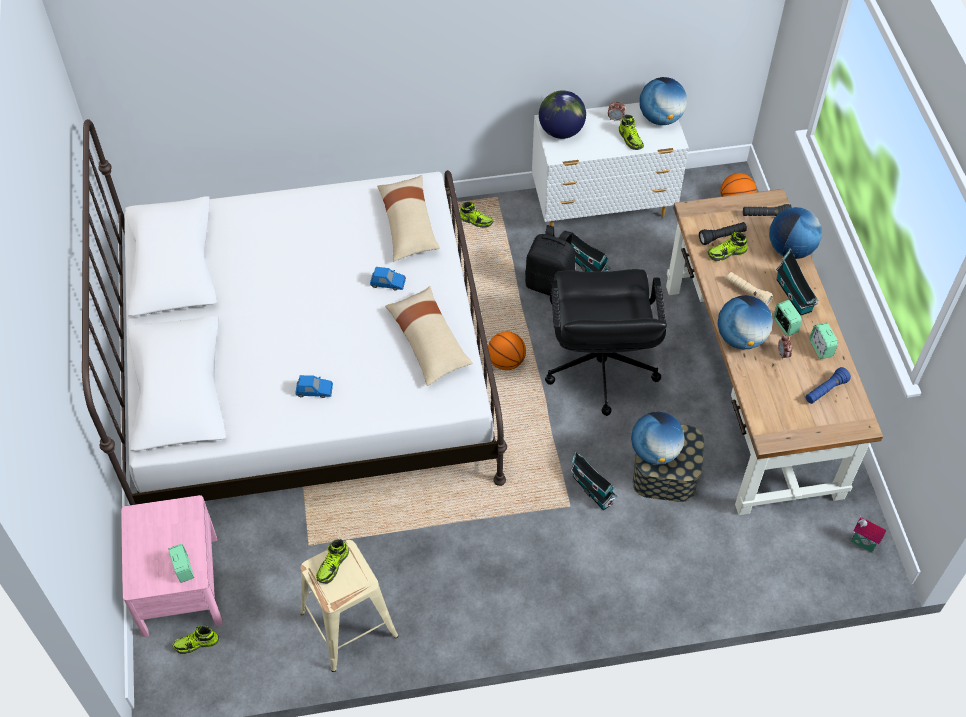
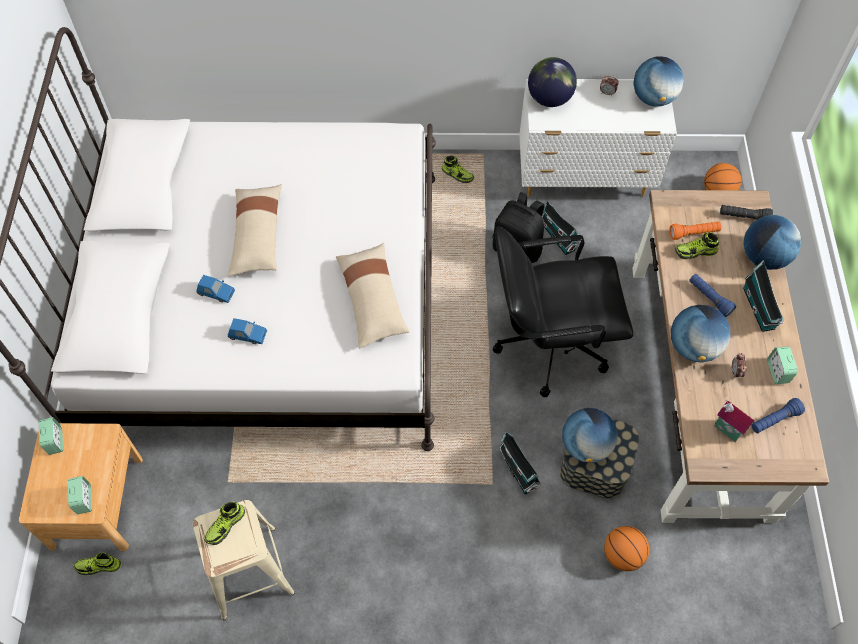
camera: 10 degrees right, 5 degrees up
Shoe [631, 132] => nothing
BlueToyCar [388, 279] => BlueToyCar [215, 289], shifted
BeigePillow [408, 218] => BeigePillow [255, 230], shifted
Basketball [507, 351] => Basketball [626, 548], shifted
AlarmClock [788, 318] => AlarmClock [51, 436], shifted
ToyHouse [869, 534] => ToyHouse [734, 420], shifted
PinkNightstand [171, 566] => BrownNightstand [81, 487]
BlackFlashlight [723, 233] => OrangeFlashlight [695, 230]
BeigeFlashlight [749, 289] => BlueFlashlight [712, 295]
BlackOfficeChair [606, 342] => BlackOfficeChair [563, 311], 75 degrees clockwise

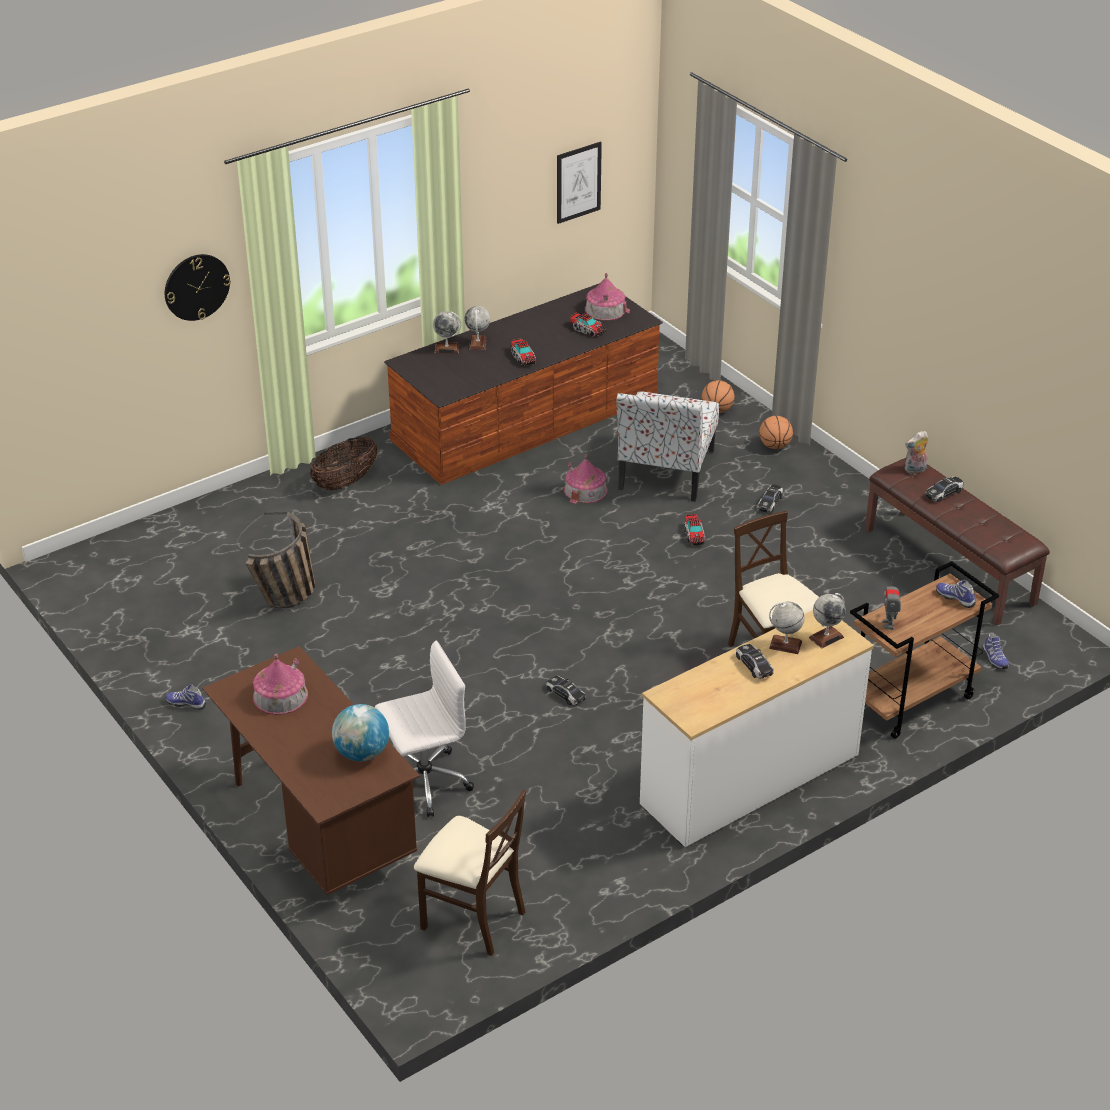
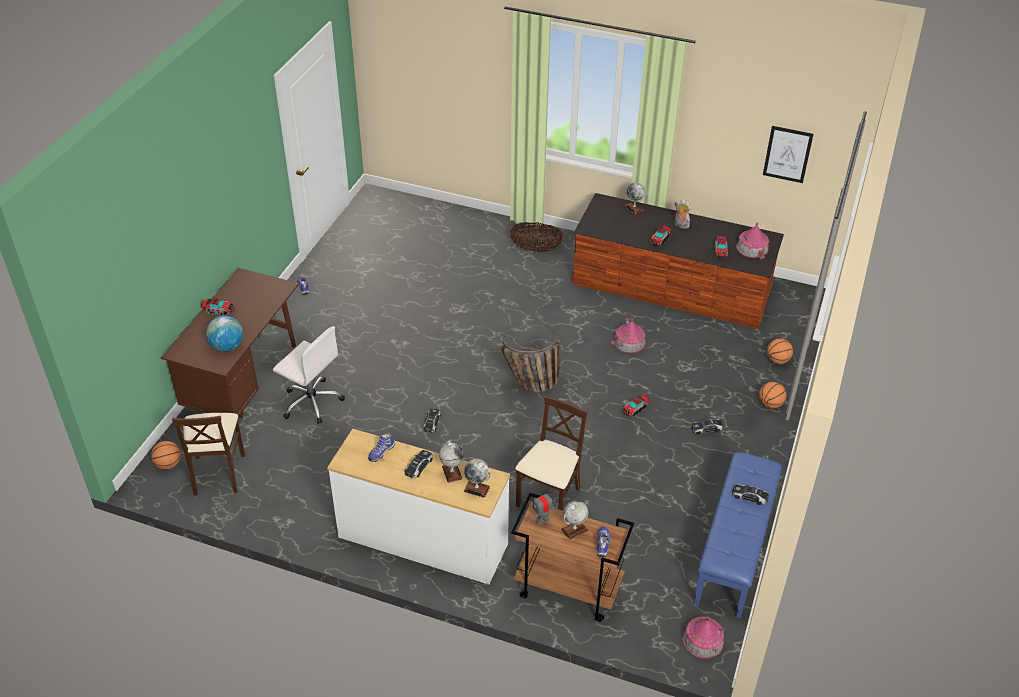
camera: 55 degrees right, 5 degrees up
WallClock [198, 287] => nothing
Chair [667, 446] => nothing
nothing => Basketball [166, 455]
nothing => ToyTruck [217, 306]
Basket [276, 560] => Basket [529, 358], shifted
ToyHouse [280, 684] => ToyHouse [703, 638], shifted
Globe [477, 328] => Globe [574, 520], shifted
PlushToy [916, 452] => PlushToy [682, 214], shifted
Shoe [996, 651] => Shoe [381, 447], shifted
BrownBench [957, 542] => BlueBench [737, 535]

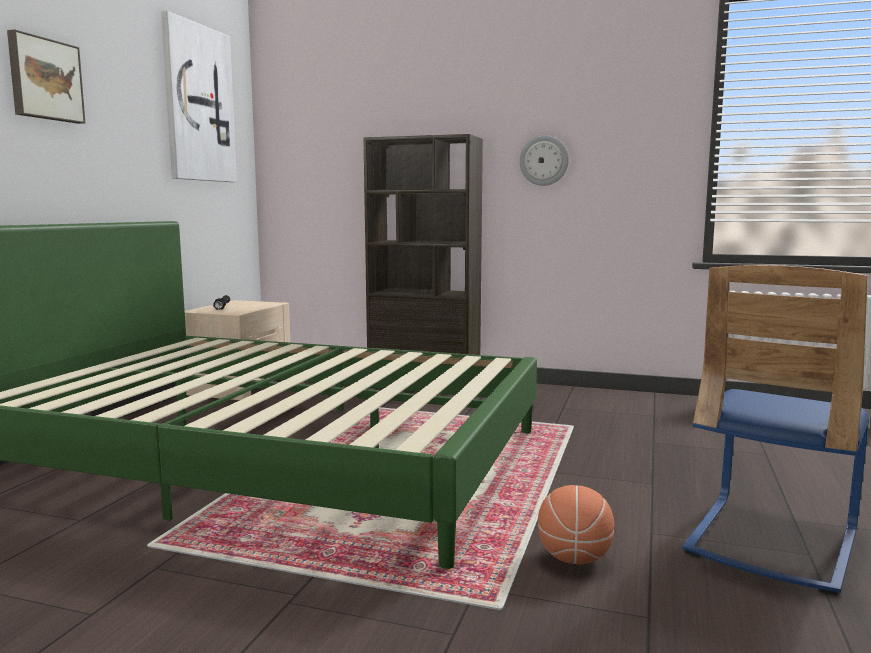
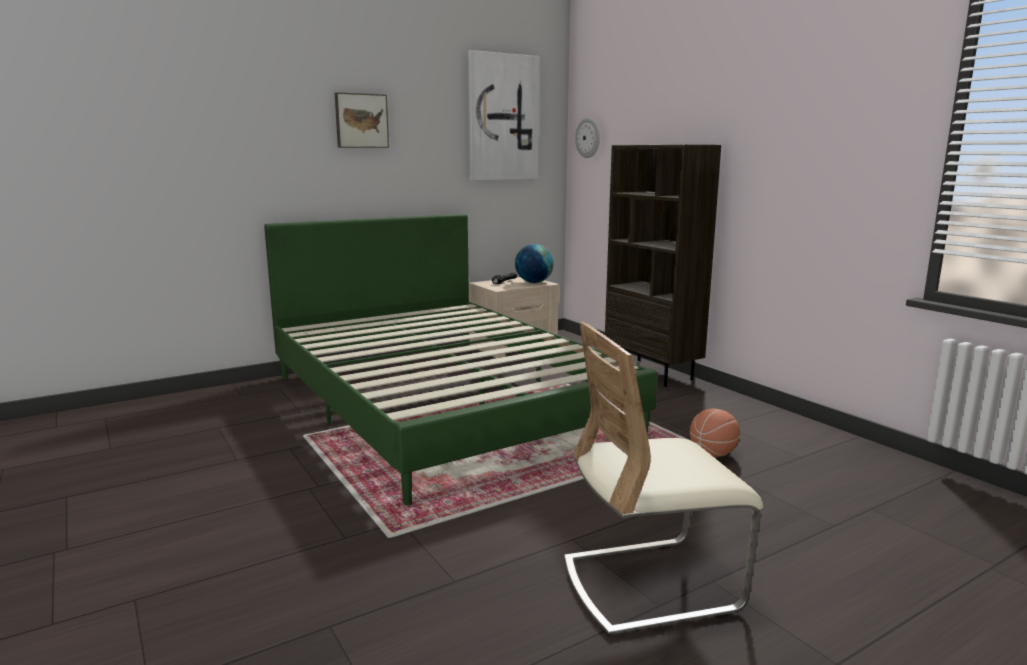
camera: 40 degrees right, 5 degrees up
nothing => Globe [534, 263]
WallClock [544, 160] => WallClock [587, 138], shifted
Basketball [576, 525] => Basketball [715, 433], shifted
BlueChair [775, 430] => BeigeChair [663, 479]

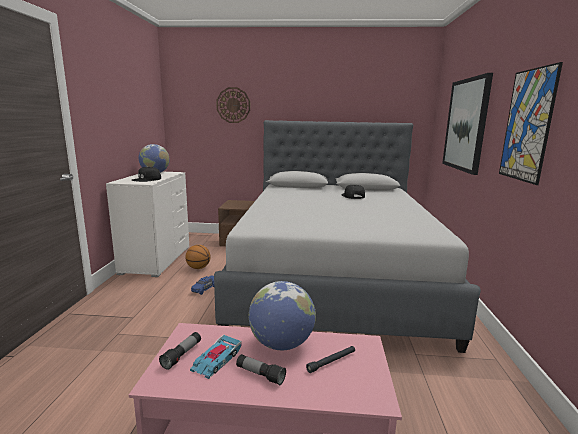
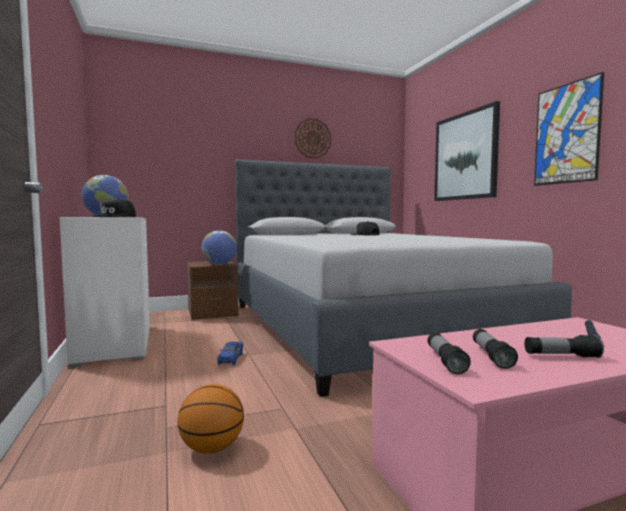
camera: 25 degrees left, 10 degrees down
Basketball [198, 257] => Basketball [210, 419], shifted
WallClock [233, 105] => WallClock [312, 138], shifted
Globe [282, 315] => Globe [219, 247], shifted
ToyCar [216, 357] => Flashlight [495, 349]

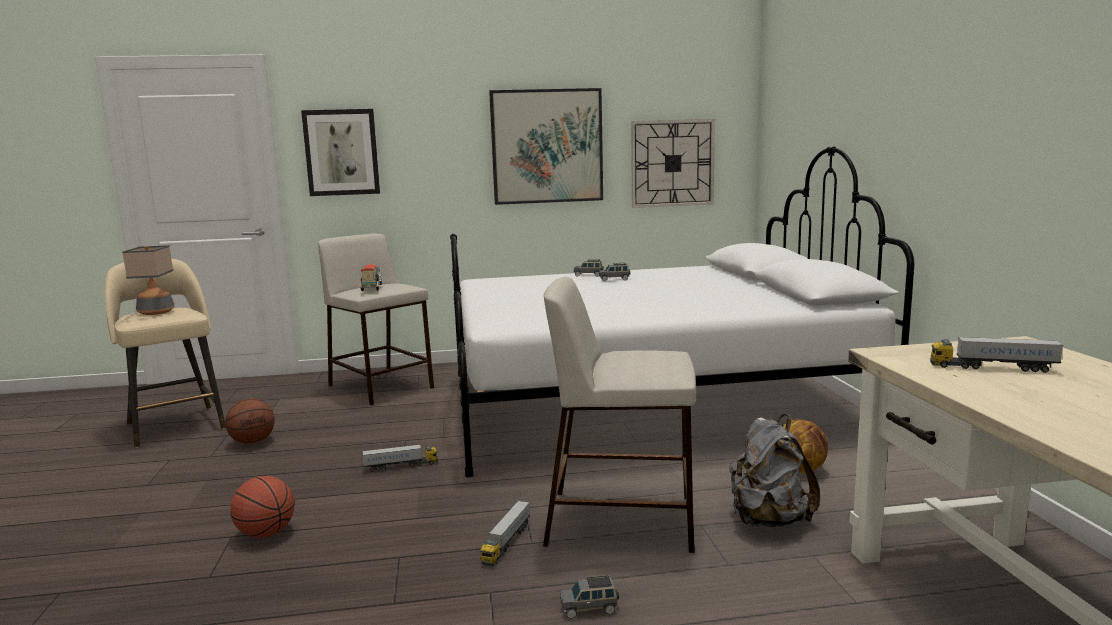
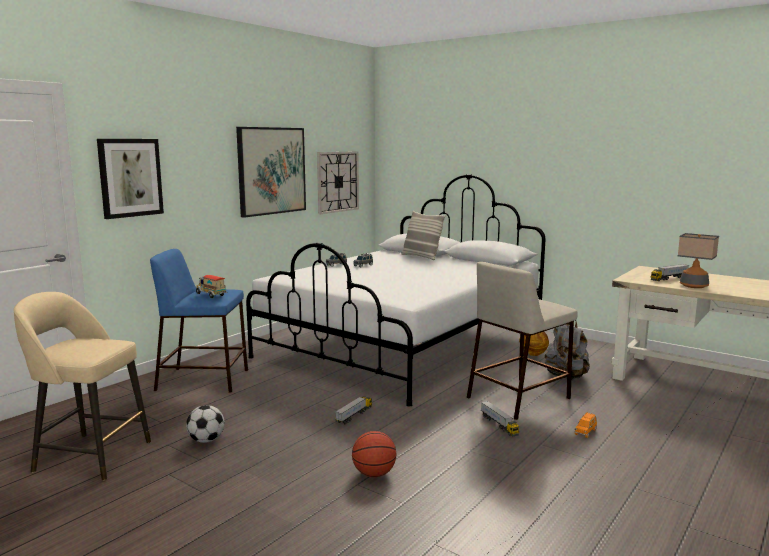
camera: 45 degrees left, 0 degrees up
nothing => Pillow [423, 235]
TableLamp [148, 280] => TableLamp [698, 260], shifted
Basketball [250, 421] => Football [205, 424]
BeigeStool [376, 319] => BlueStool [199, 321]
GreyToyCar [589, 597] => OrangeToyCar [586, 425]

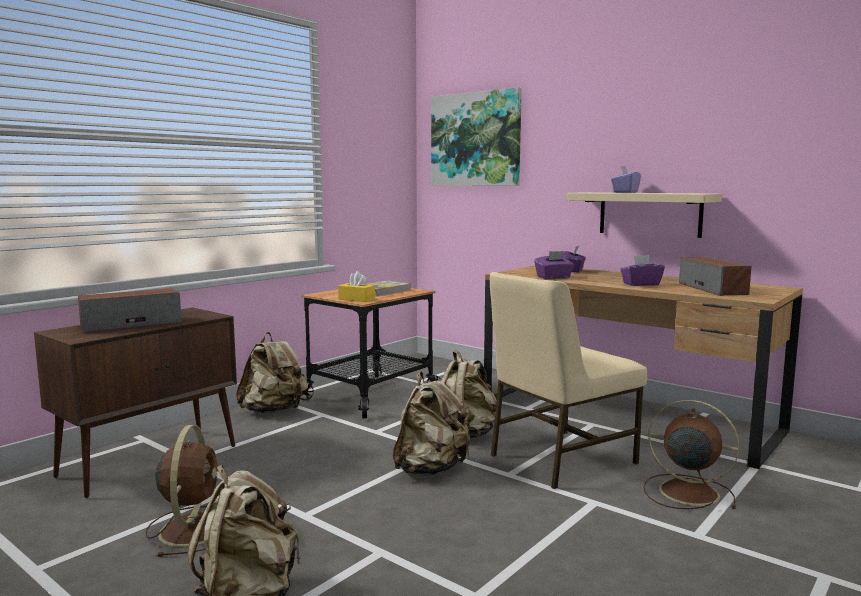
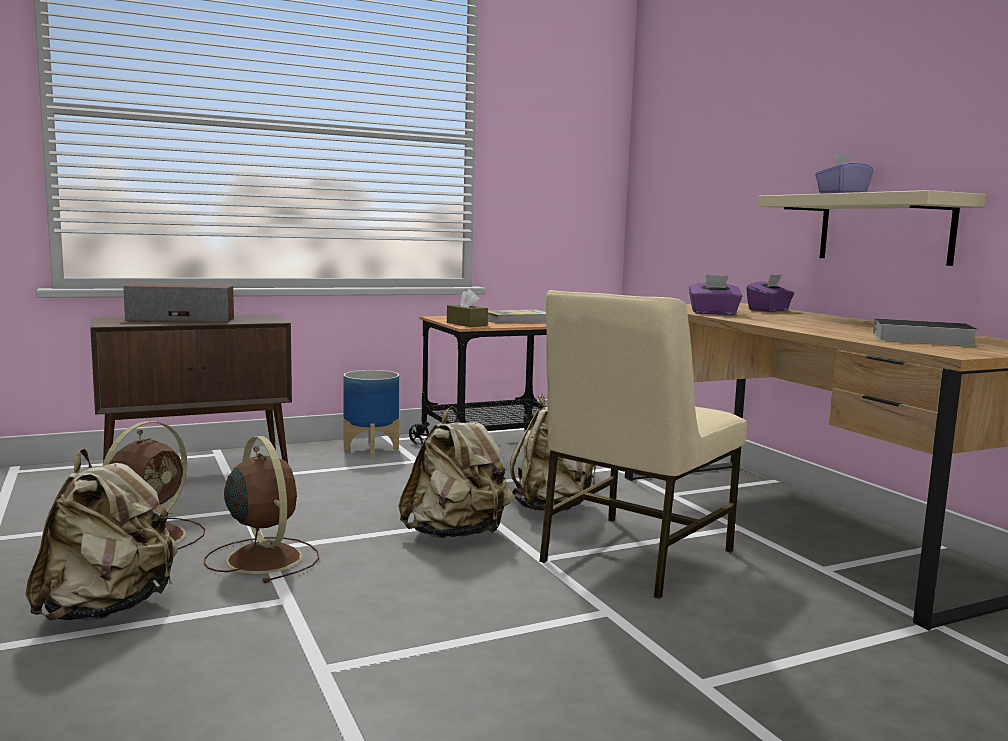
camera: 25 degrees right, 0 degrees up
Picture [476, 136] => nothing
PurpleTissueBox [642, 270] => nothing
BrownFan [691, 454] => BrownFan [261, 509], shifted
BeigeBackpack [272, 372] => Planter [371, 413]
Speaker [715, 276] => Book [925, 332]
YellowTissueBox [356, 286] => BrownTissueBox [467, 308]
BeigeChair [568, 380] => BeigeChair [643, 444], 45 degrees counterclockwise

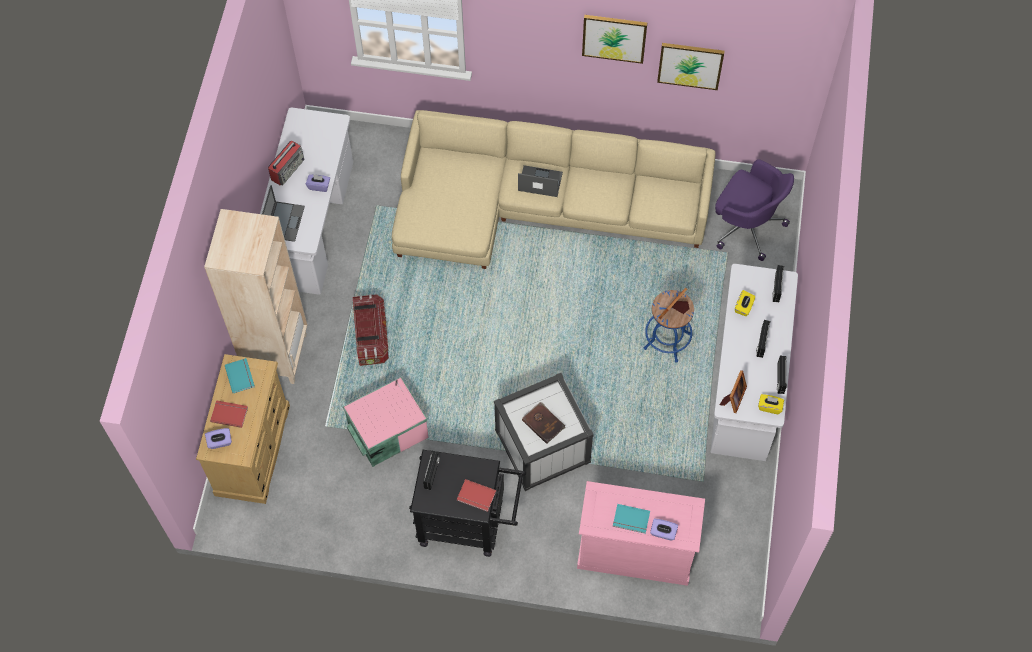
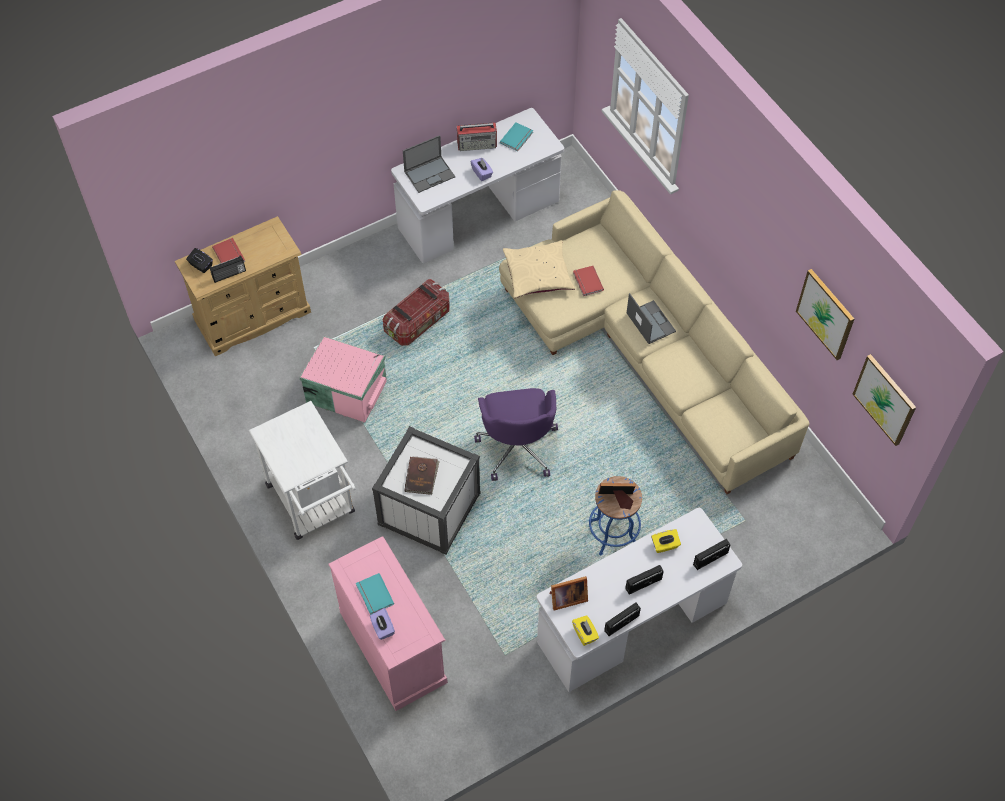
camera: 50 degrees right, 5 degrees down
BeigeBookcase [256, 296] => nothing
nothing => BeigePillow [539, 269]
TurquoiseBook [240, 376] => TurquoiseBook [516, 136], shifted
Radio [431, 470] => Radio [227, 269], shifted
RedBook [476, 495] => RedBook [588, 281], shifted
Picture [614, 39] => Picture [884, 400], shifted
PurpleOfficeChair [754, 210] => PurpleOfficeChair [516, 434], shifted
PurpleTissueBox [218, 438] => BlackTissueBox [199, 260]
BlackCart [467, 503] => WhiteCart [302, 470]

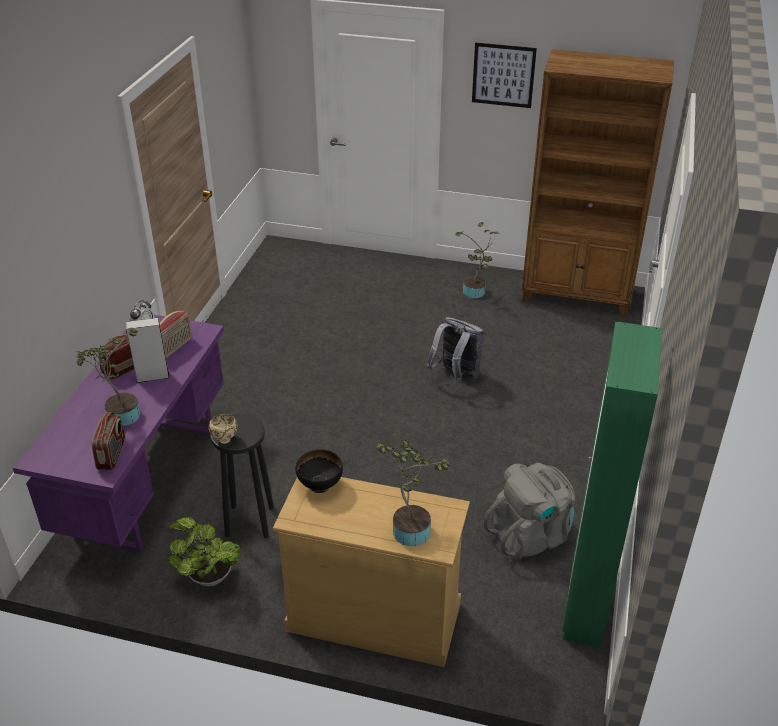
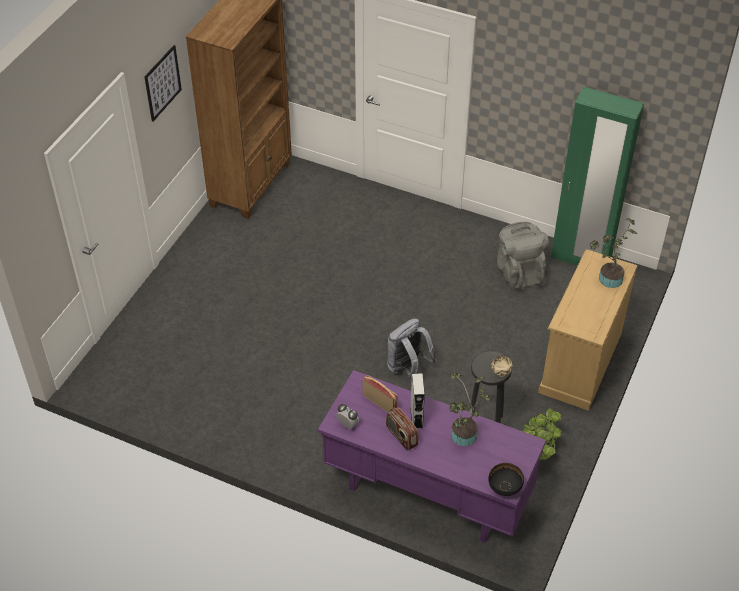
camera: 80 degrees left, 10 degrees up
Radio [108, 441] => nothing
PottedPlant [477, 260] => nothing
BlackBowl [319, 471] => BlackBowl [506, 479], shifted
GreyBackpack [455, 350] => GreyBackpack [412, 349], shifted

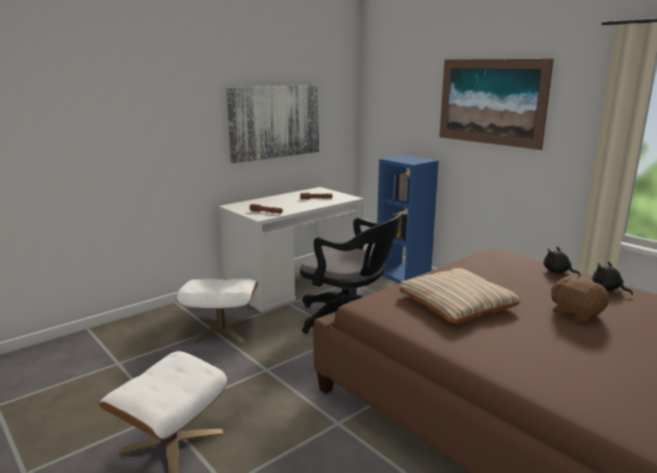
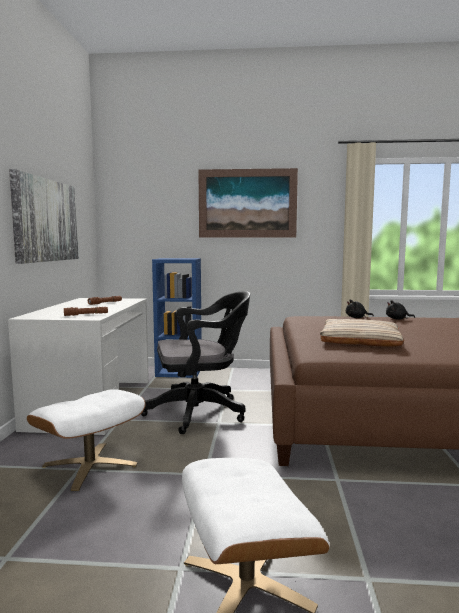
camera: 45 degrees left, 10 degrees down
BrownPlushToy [580, 299] => nothing

